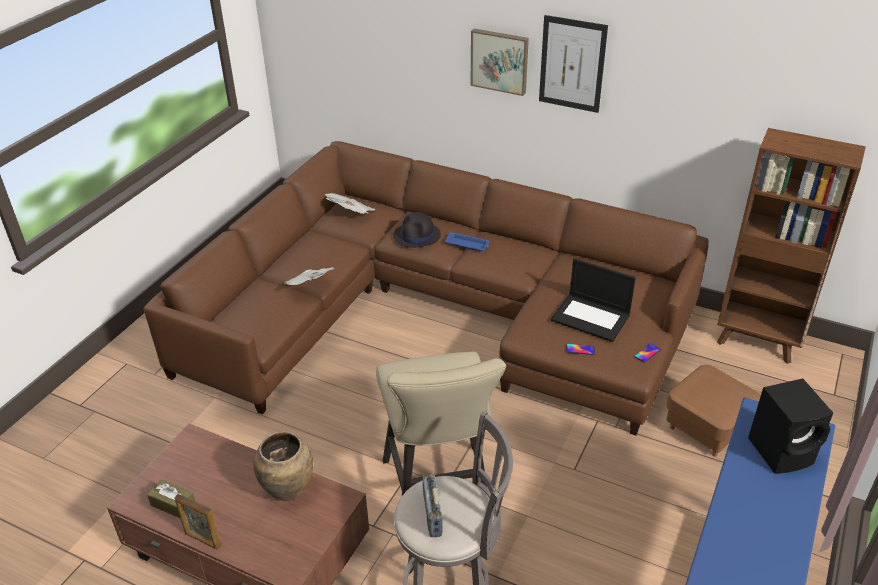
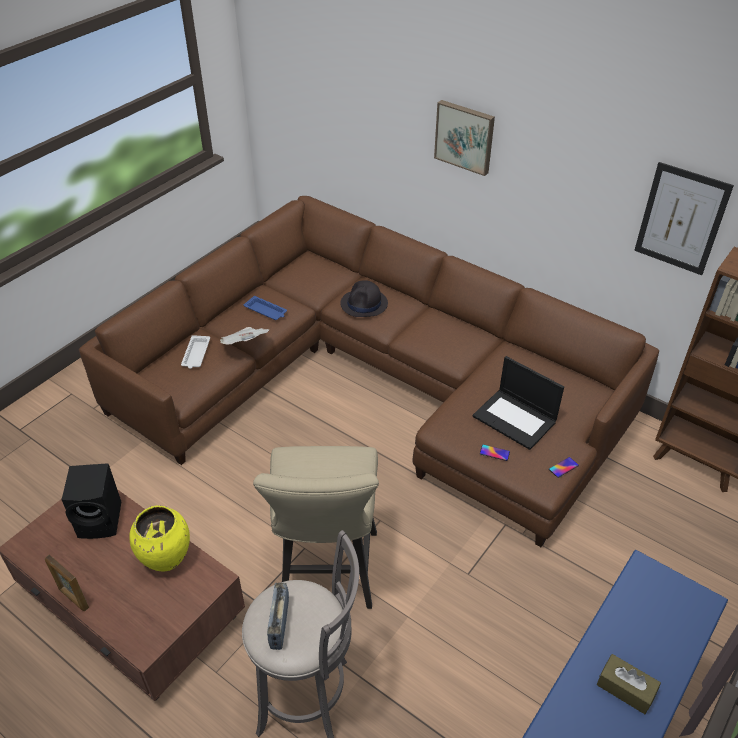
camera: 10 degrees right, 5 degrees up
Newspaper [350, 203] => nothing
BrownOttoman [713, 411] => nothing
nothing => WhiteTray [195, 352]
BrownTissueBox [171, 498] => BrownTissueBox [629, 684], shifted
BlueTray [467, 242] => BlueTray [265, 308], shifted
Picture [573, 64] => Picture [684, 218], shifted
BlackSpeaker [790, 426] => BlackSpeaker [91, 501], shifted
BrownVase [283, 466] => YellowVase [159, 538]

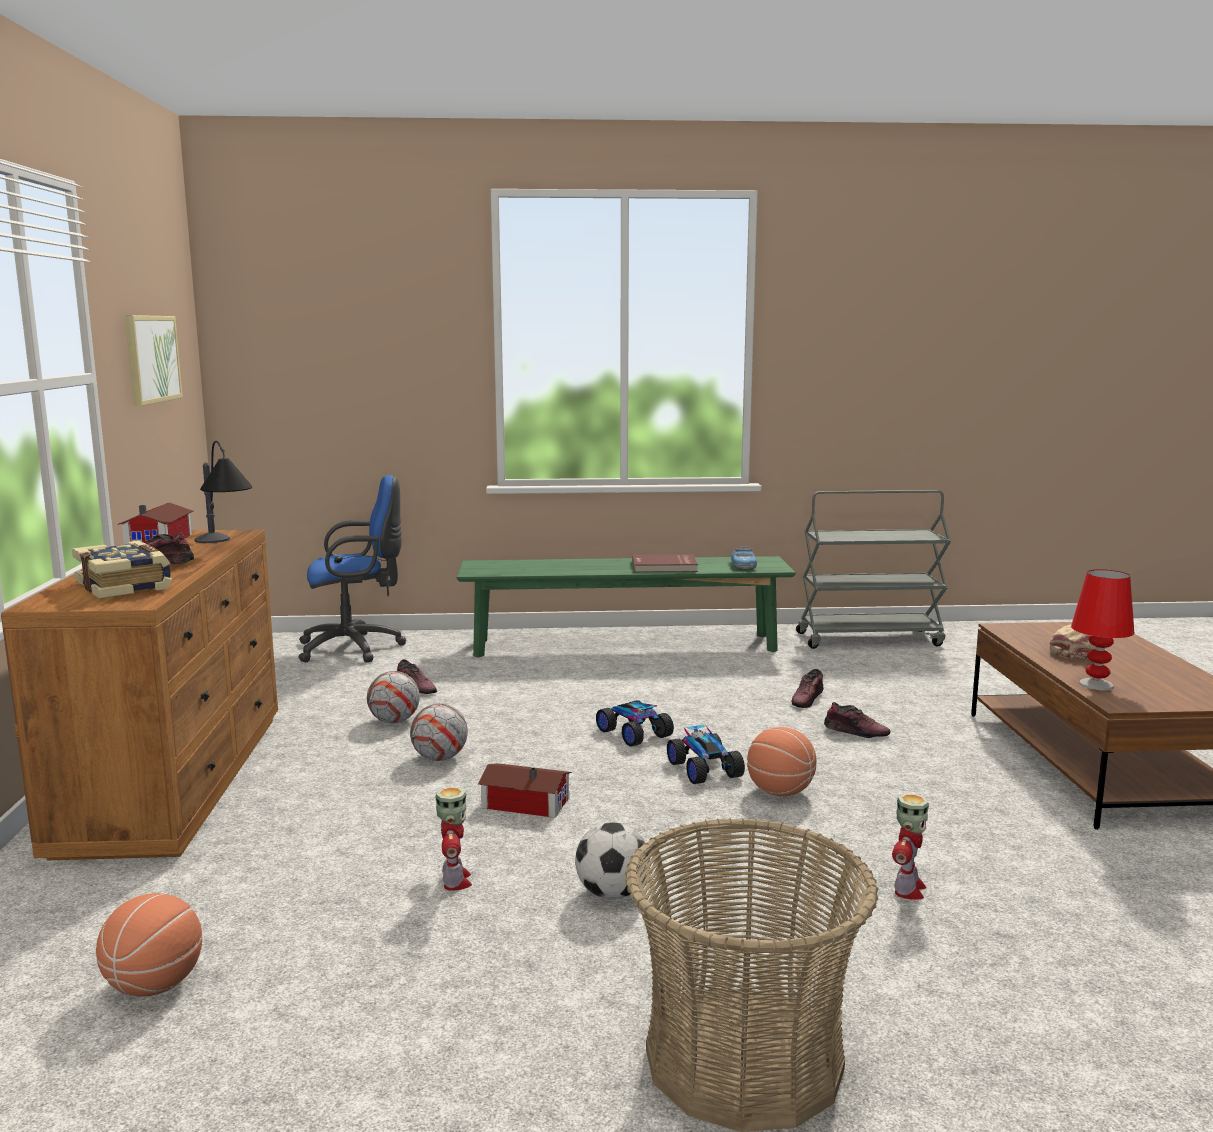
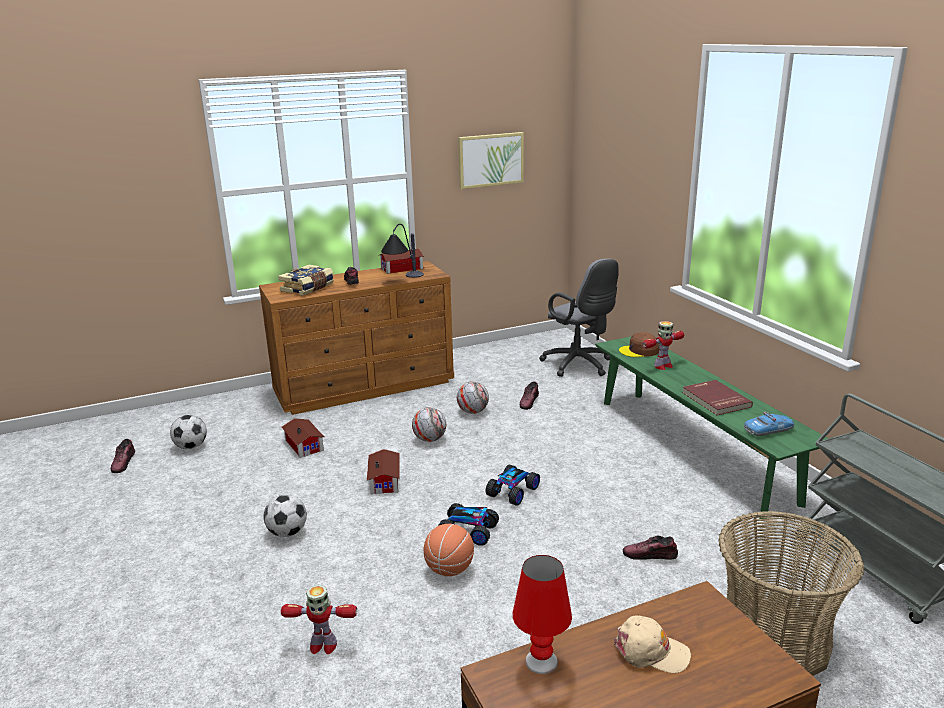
camera: 70 degrees right, 10 degrees up
nothing => ToyHouse [302, 438]
nothing => BrownCap [639, 344]
ToyRobot [454, 839] => ToyRobot [663, 345], shifted
Basket [751, 975] => Basket [791, 593], shifted
Shoe [857, 720] => Shoe [123, 456], shifted
Basketball [149, 945] => Football [188, 432]
BlueOfficeChair [352, 569] => GreyOfficeChair [579, 318]
ToyCar [706, 754] => ToyCar [468, 524], 60 degrees clockwise

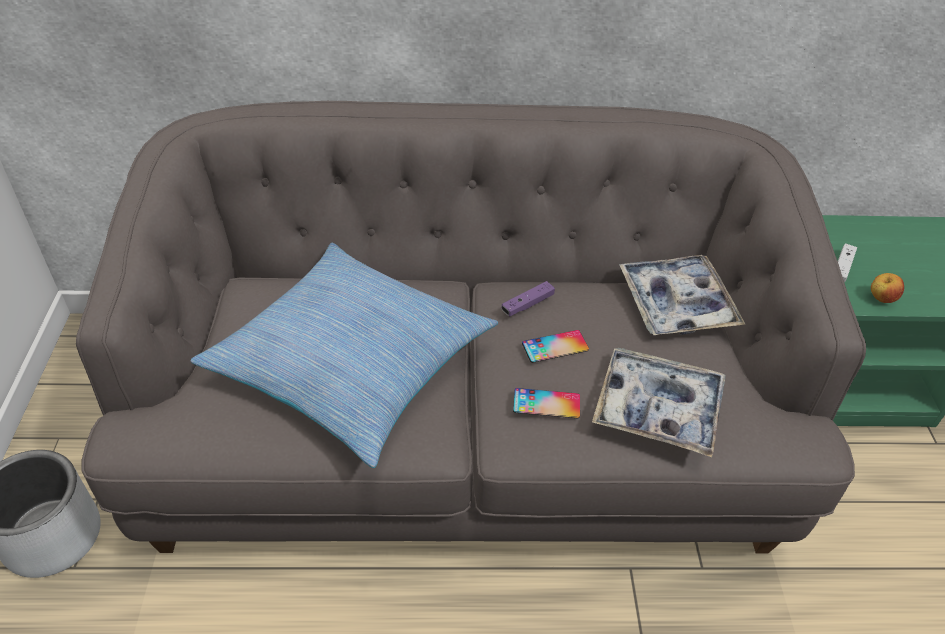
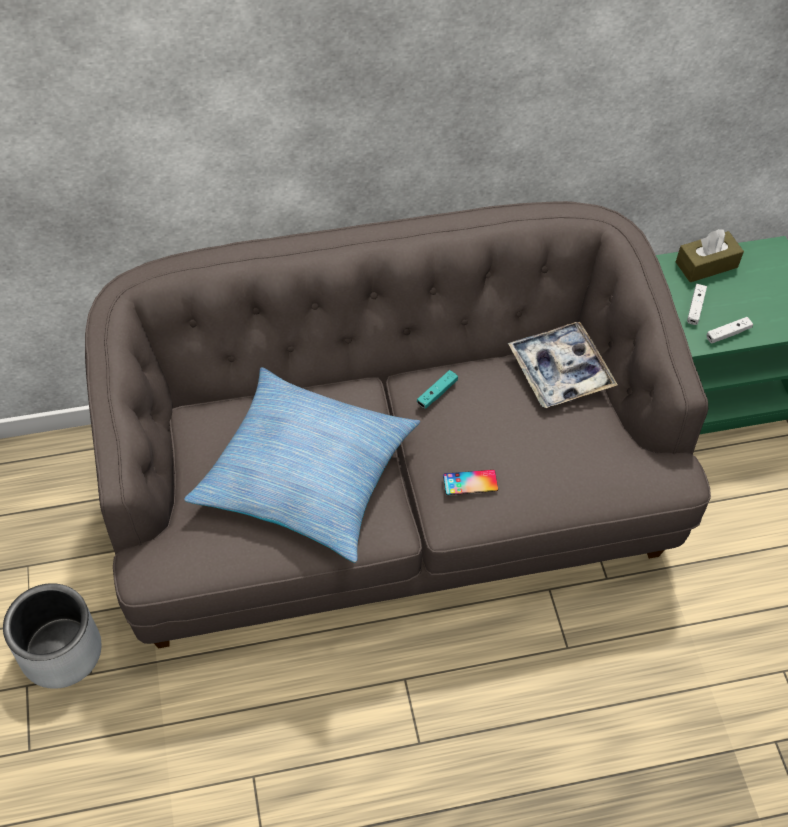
camera: 10 degrees left, 10 degrees up
Phone [555, 346] => nothing
Tray [659, 402] => nothing
nothing => BrownTissueBox [710, 255]
Apple [887, 288] => WhiteGameController [730, 330]
PurpleGameController [528, 298] => TurquoiseGameController [437, 389]

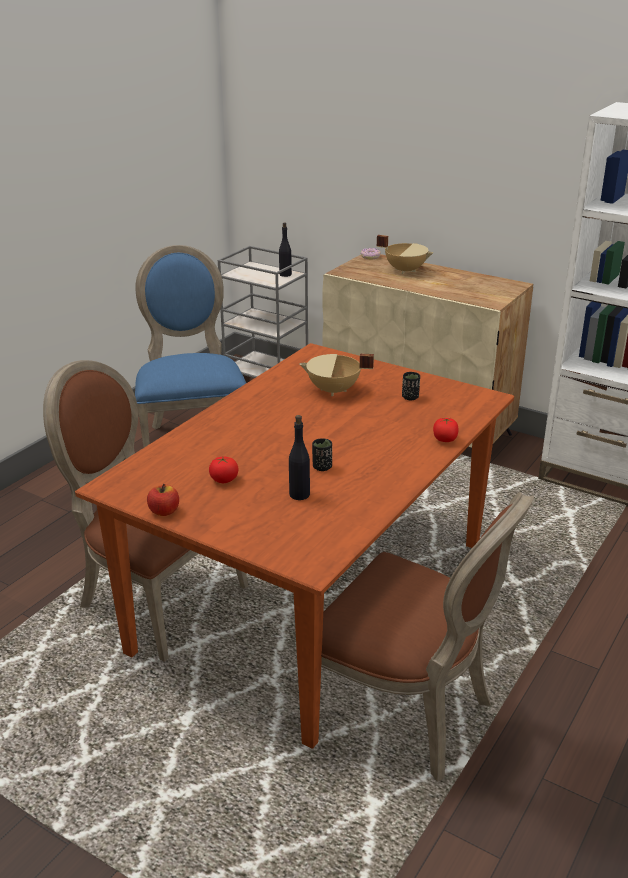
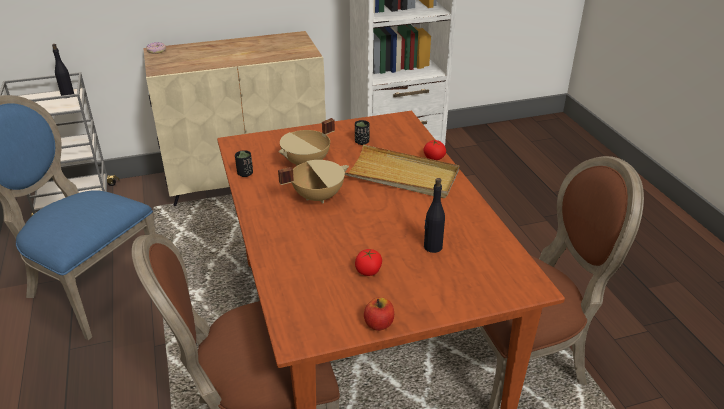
camera: 50 degrees left, 5 degrees up
nothing => BeigeTray [402, 171]
BlackCup [322, 454] => BlackCup [244, 163], shifted
BeigeCookingPot [405, 254] => BeigeCookingPot [313, 182], shifted

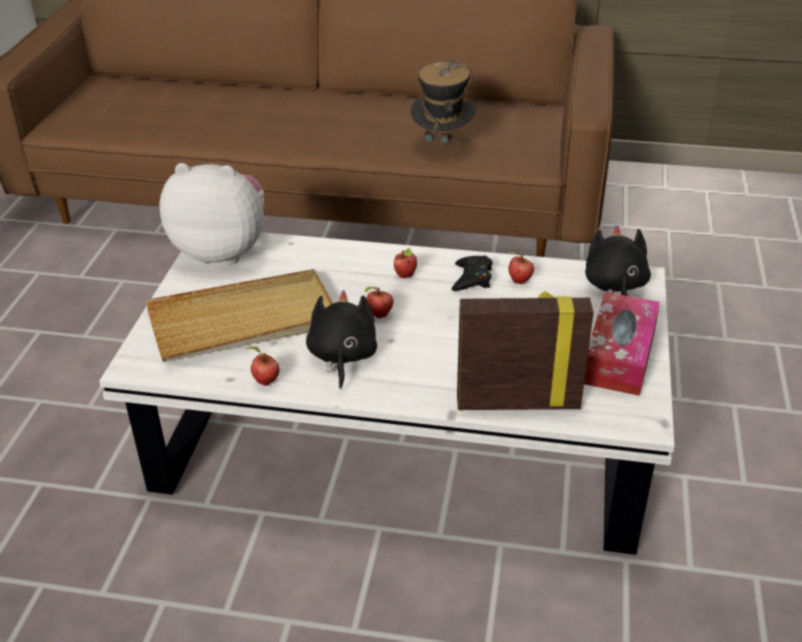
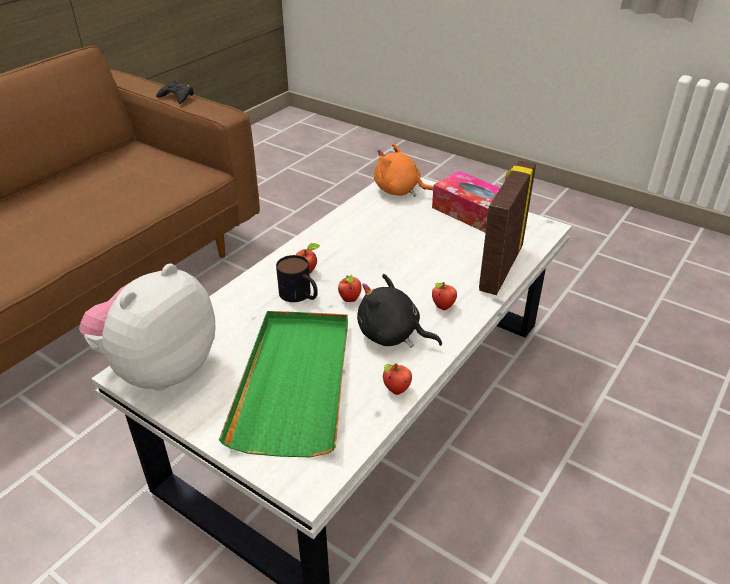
camera: 65 degrees left, 0 degrees up
Hat [443, 111] => nothing
nothing => Mug [297, 278]
BlackGameController [472, 273] => BlackGameController [175, 92], shifted
Apple [519, 266] => Apple [444, 296], shifted
BeigeTray [239, 315] => GreenTray [283, 384]
BlackPlushToy [618, 260] => OrangePlushToy [403, 170]

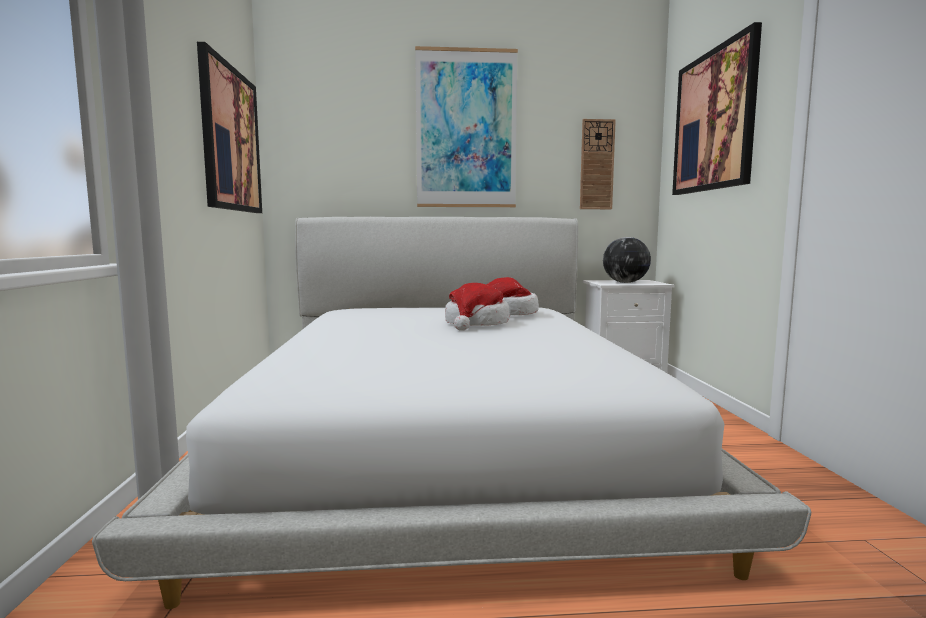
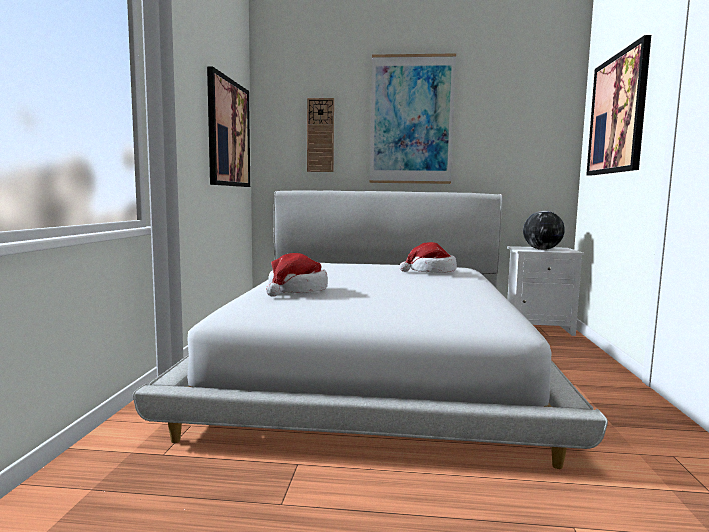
camera: 10 degrees right, 0 degrees up
Hat [477, 307] => Hat [297, 275], shifted
WallClock [598, 164] => WallClock [320, 135], shifted

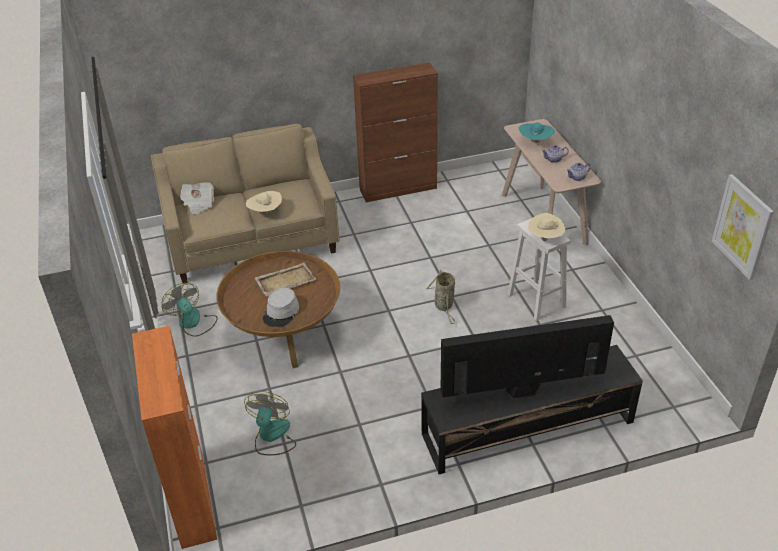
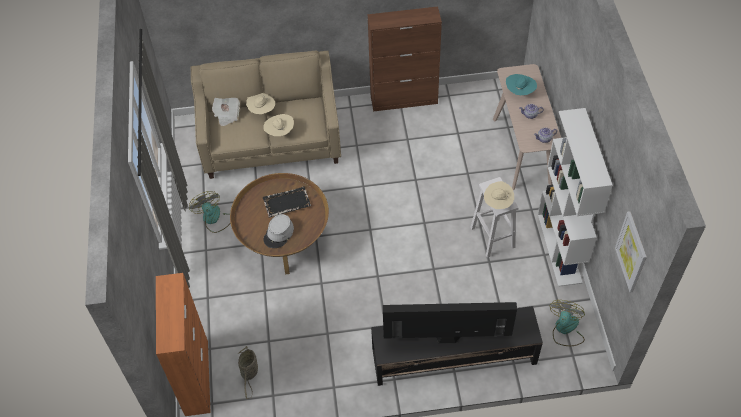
camera: 10 degrees right, 15 degrees up
nothing => BeigeHat [260, 103]
nothing => WhiteBookcase [575, 197]
Fan [270, 423] => Fan [567, 323], shifted
Basket [441, 297] => Basket [247, 372], shifted
BeigeTray [285, 279] => BlackTray [287, 201]

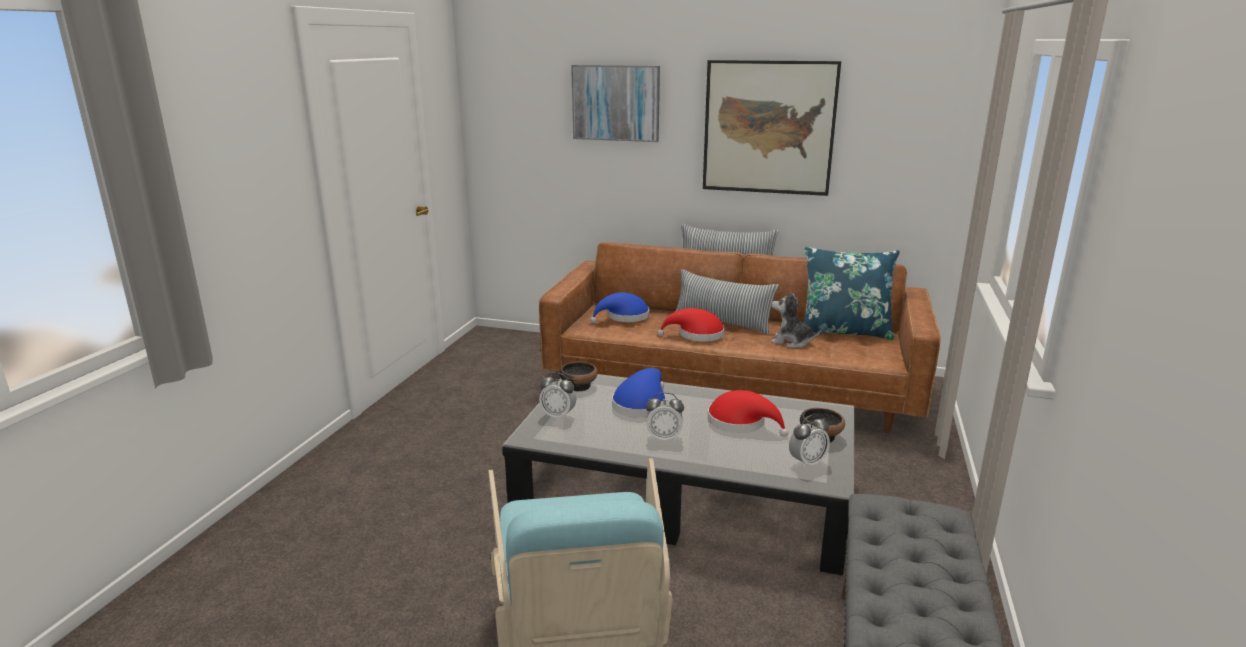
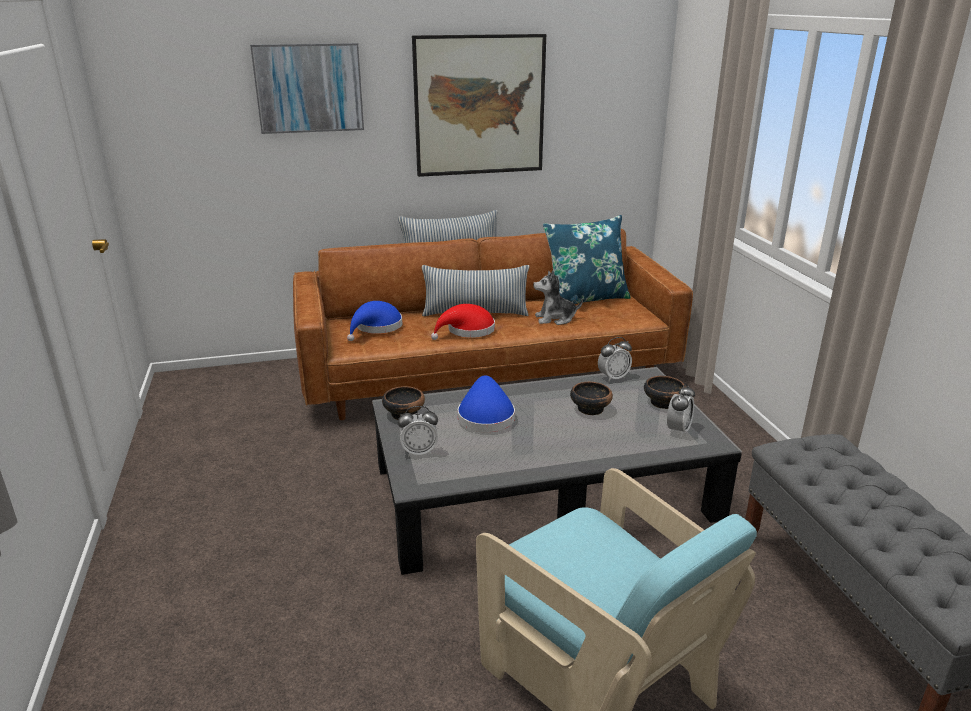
camera: 30 degrees left, 5 degrees up
AlarmClock [665, 417] => AlarmClock [615, 359], shifted
RedHat [748, 413] => Bowl [591, 398]

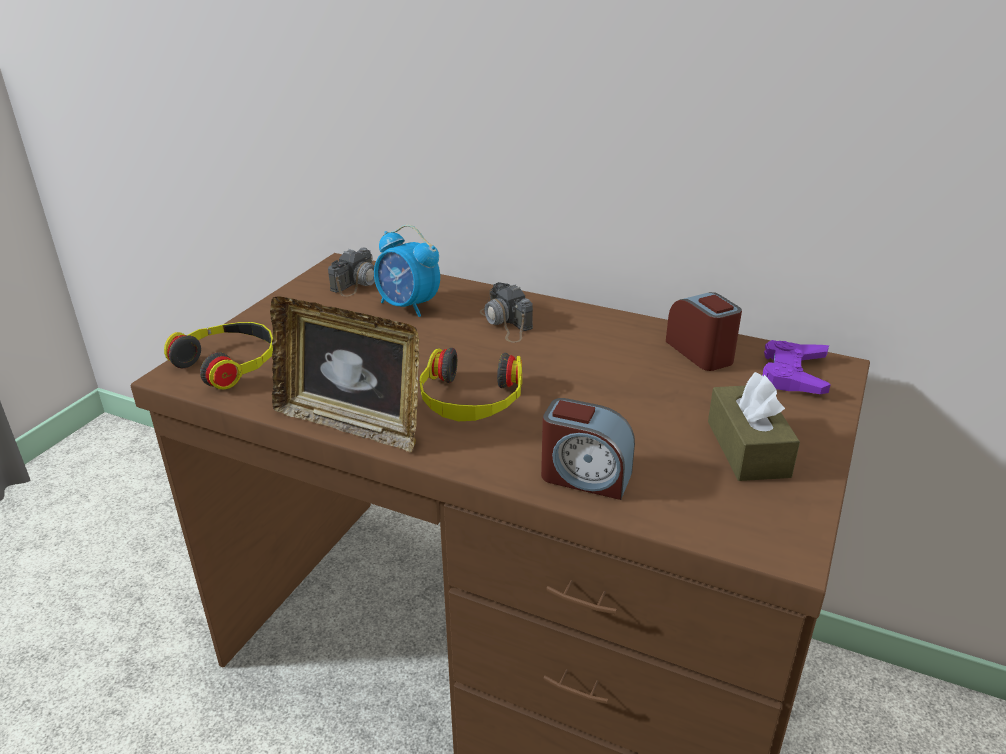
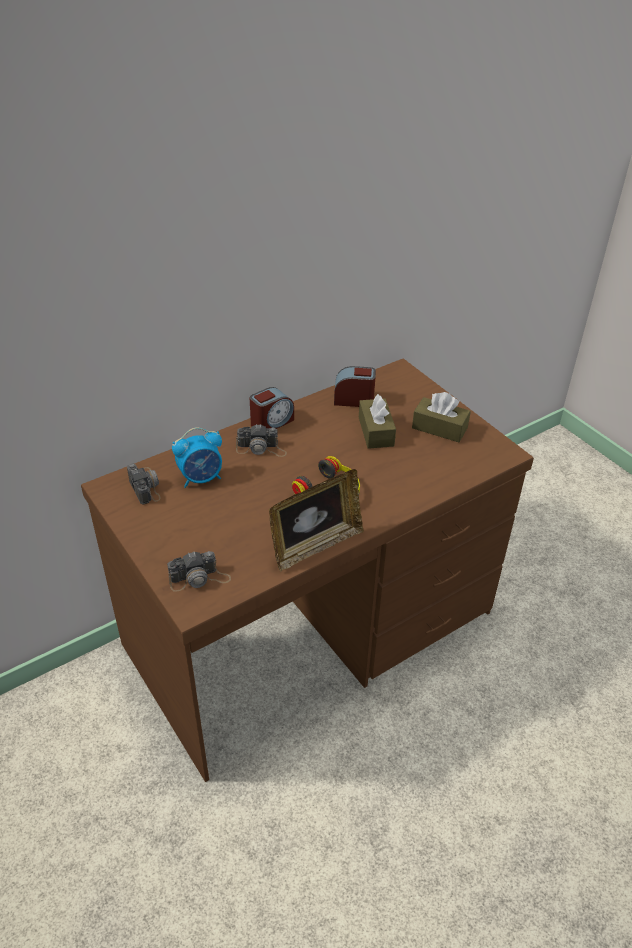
camera: 60 degrees left, 10 degrees up
PurpleGameController [796, 367] => nothing
nothing => BrownTissueBox [377, 421]
AlarmClock [588, 449] => AlarmClock [272, 408], shifted
Headphones [218, 356] => PhotoCamera [199, 571]

